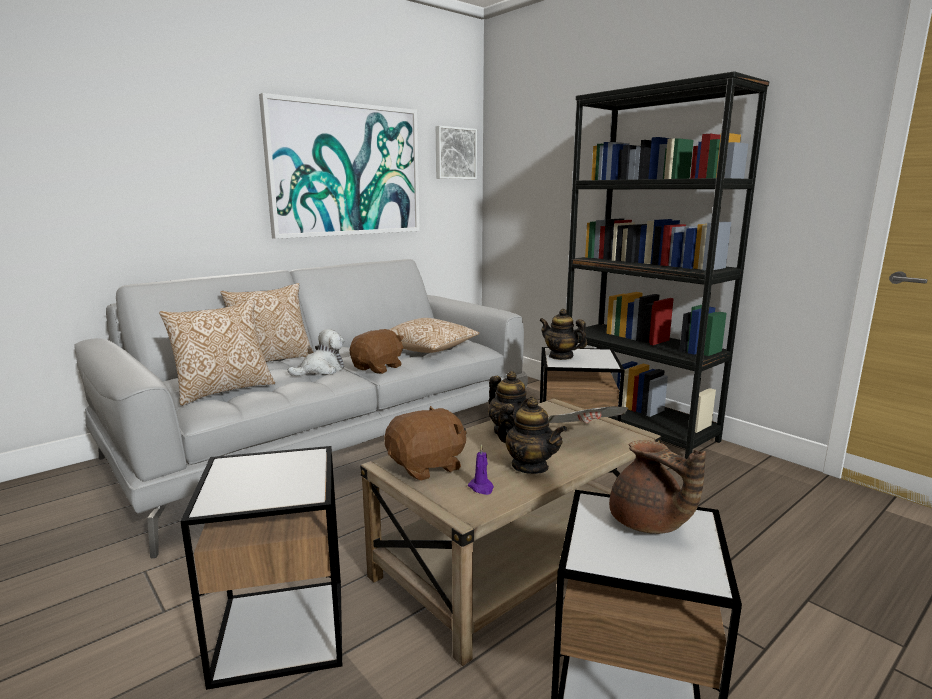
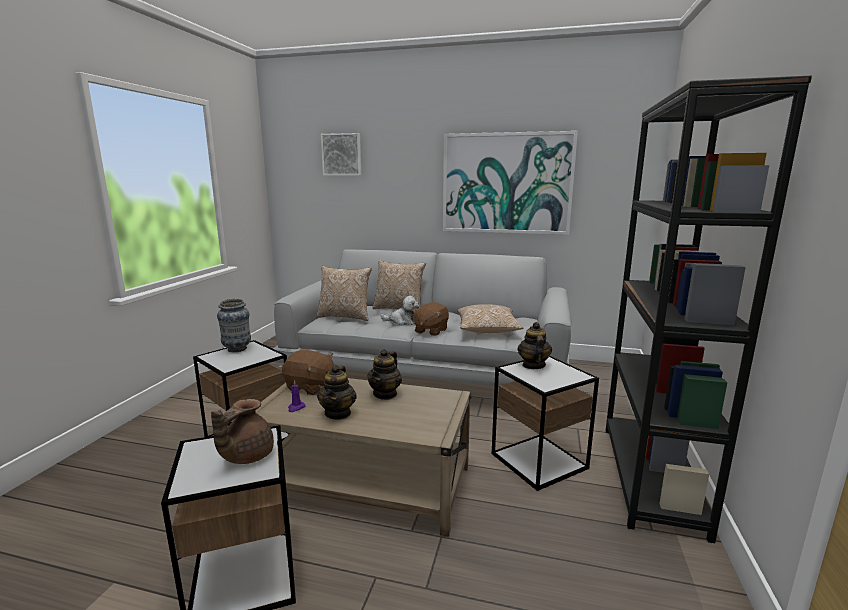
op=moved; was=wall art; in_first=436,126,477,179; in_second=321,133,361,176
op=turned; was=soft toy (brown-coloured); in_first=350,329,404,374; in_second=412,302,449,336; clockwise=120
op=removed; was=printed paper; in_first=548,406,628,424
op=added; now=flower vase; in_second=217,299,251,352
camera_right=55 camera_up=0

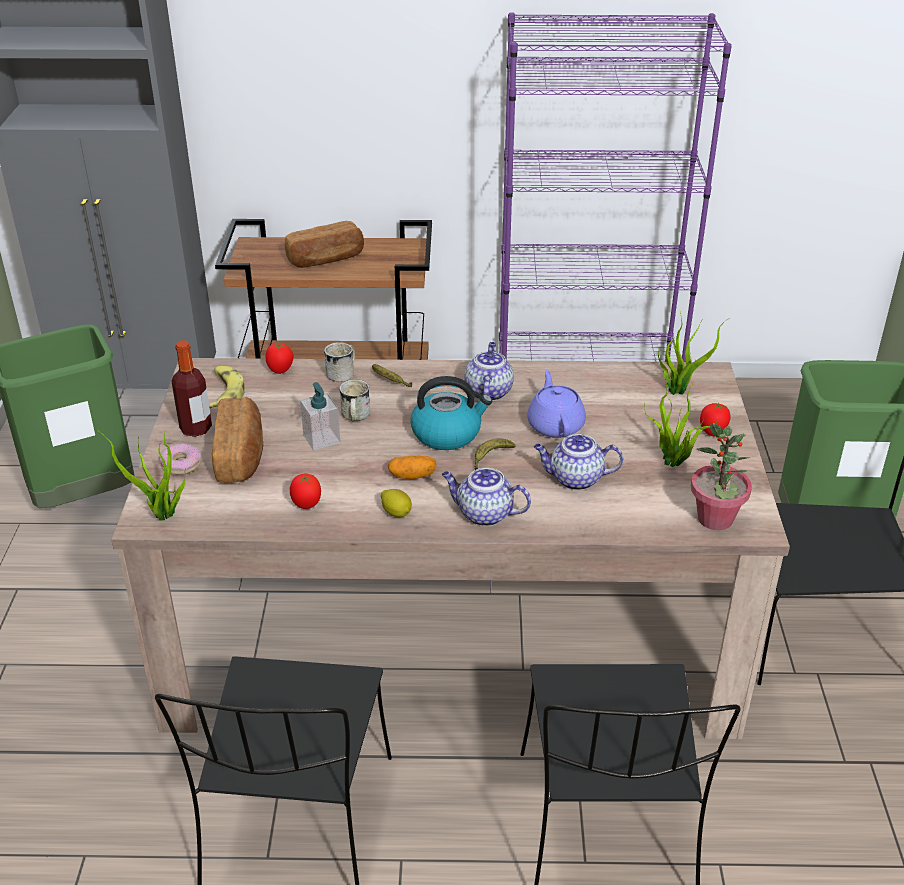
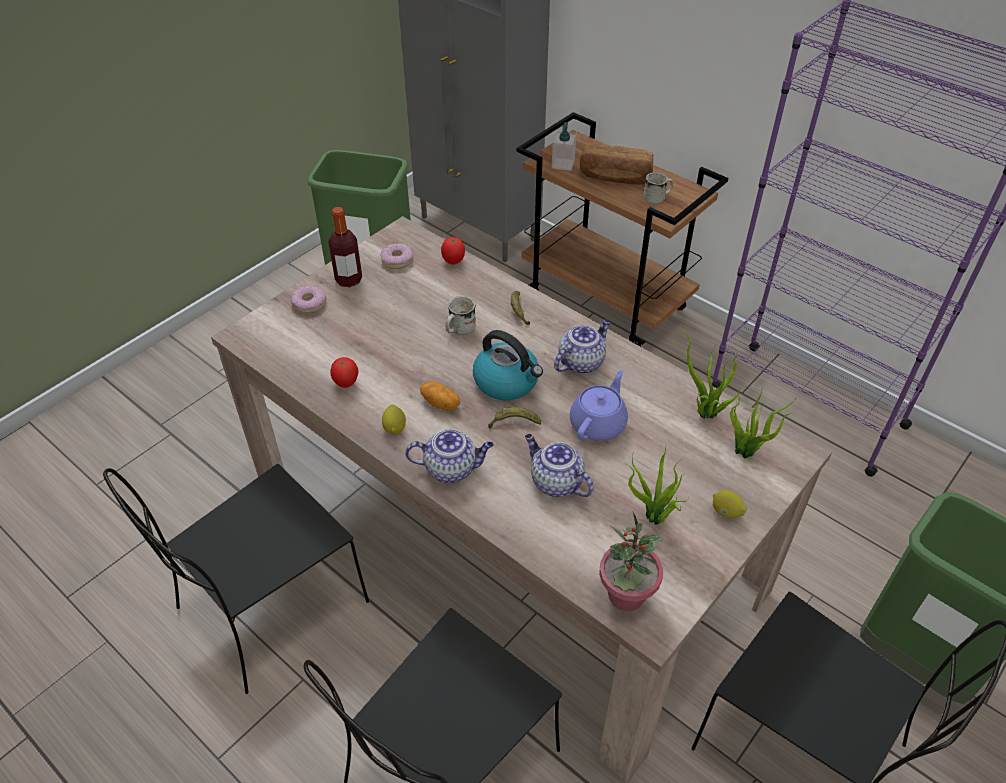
op=moved; was=mug (white-coloured); in_first=324,342,355,382; in_second=643,172,673,204
op=replaced; was=whole banana; now=doughnut; in_first=209,366,245,408; in_second=380,243,413,269
op=moved; was=soap bottle; in_first=300,382,340,450; in_second=552,122,576,171
op=removed; was=bakery bread; in_first=212,397,263,483
op=replaced; was=fresh tomato; now=citrus fruit; in_first=700,403,730,436; in_second=713,490,747,518
op=moved; was=potted plant; in_first=97,430,186,521; in_second=683,327,740,419
op=turned; was=pot for tea; in_first=442,468,531,526; in_second=405,429,494,483; clockwise=120
camera_right=40 camera_up=10

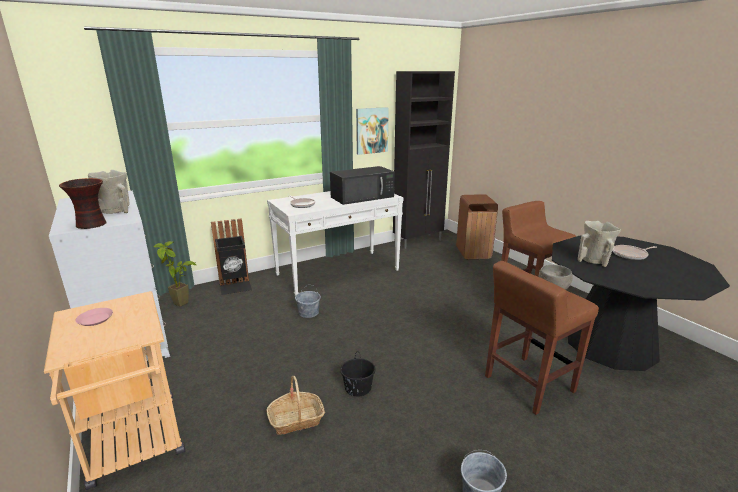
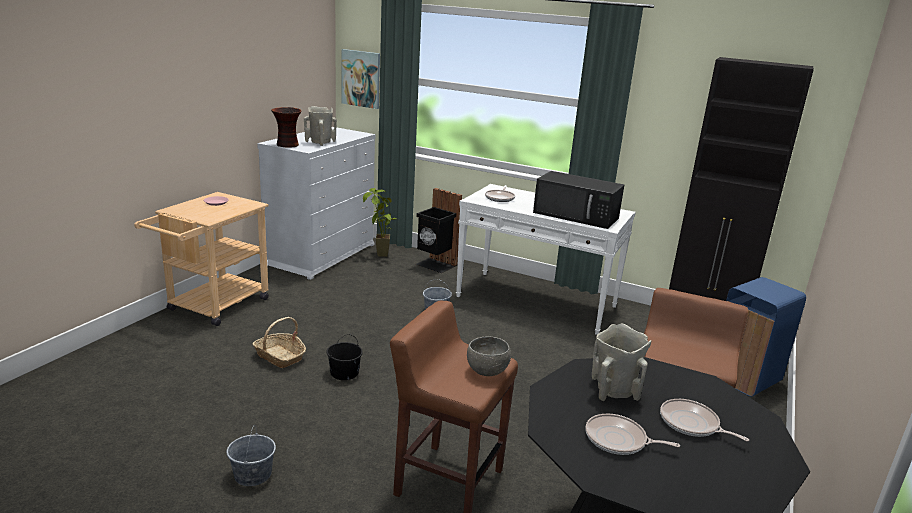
op=moved; was=wall art; in_first=356,107,389,155; in_second=341,49,380,109
op=recoloured; was=rubbish bin (brown-coloured); now=rubbish bin (blue-coloured); in_first=456,194,498,259; in_second=726,277,806,397
op=added; now=skillet; in_second=585,414,680,455
camera_right=55 camera_up=0

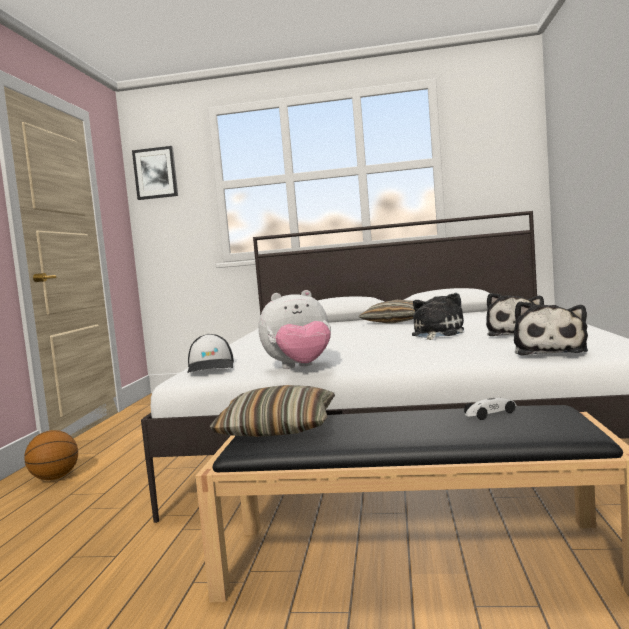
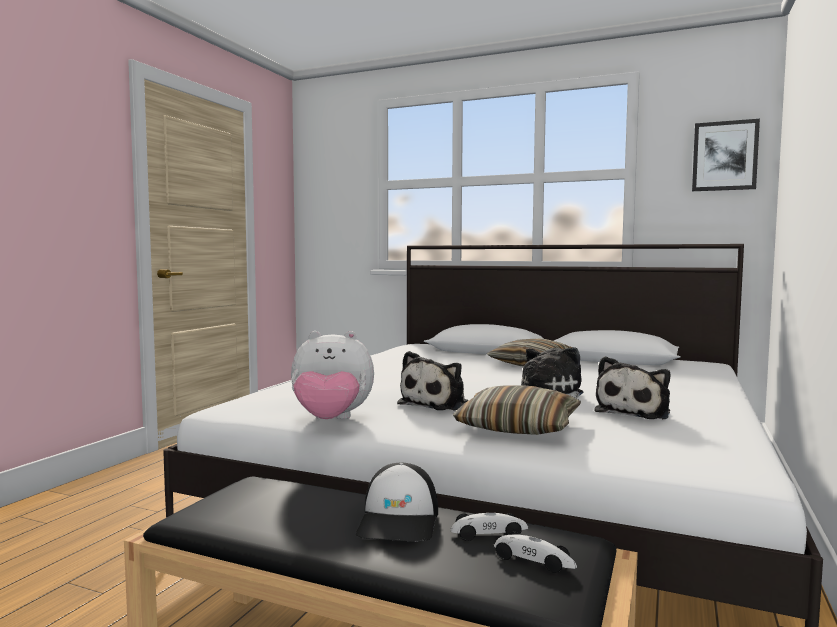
op=moved; was=wall art; in_first=132,146,178,200; in_second=692,119,760,191
op=moved; was=soft toy; in_first=514,301,588,355; in_second=397,351,469,411
op=moved; was=baseball cap; in_first=187,334,234,373; in_second=356,463,438,542
op=moved; was=cushion; in_first=210,385,335,437; in_second=453,385,581,435
op=removed; was=ball for basketball; in_first=24,430,78,480
op=added; now=toy car; in_second=494,531,577,573
camera_right=15 camera_up=0

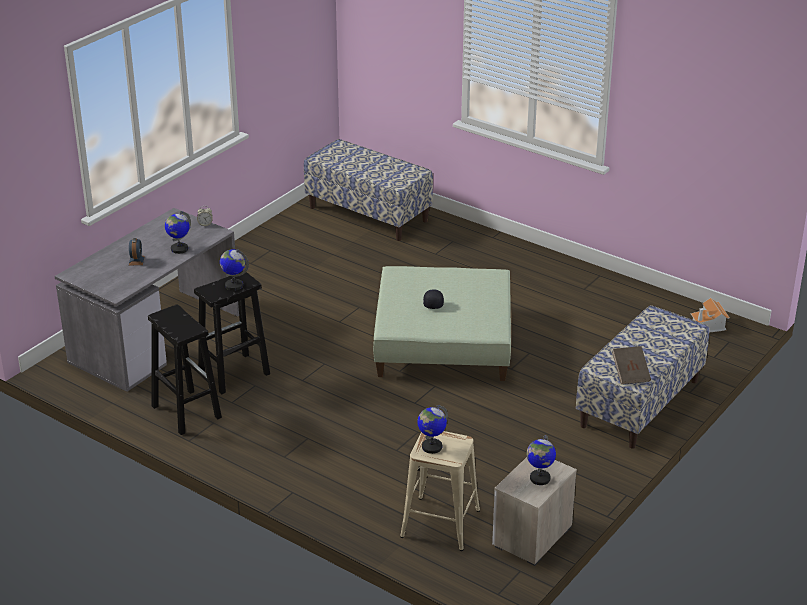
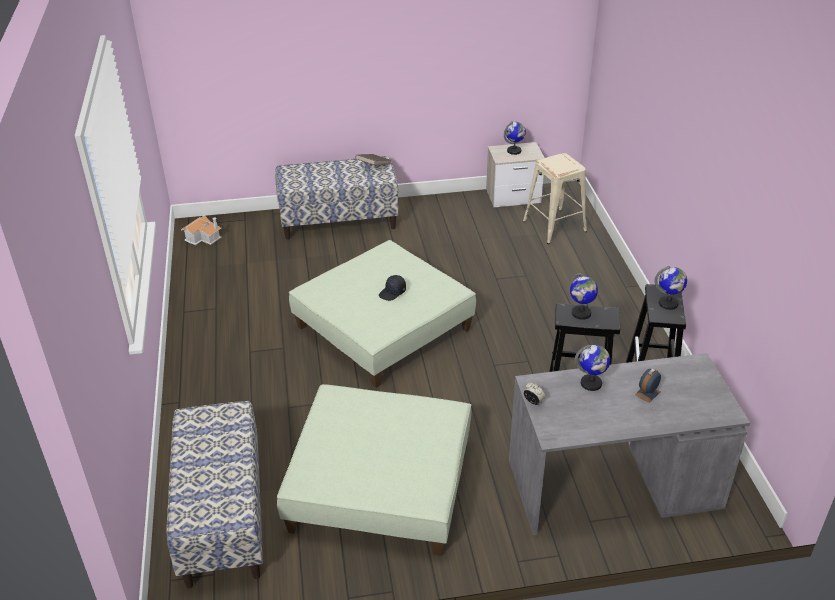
op=moved; was=desk globe; in_first=417,405,448,454; in_second=655,266,687,310
op=added; now=footrest (green-coloured); in_second=277,384,472,556
camera_right=-135 camera_up=5

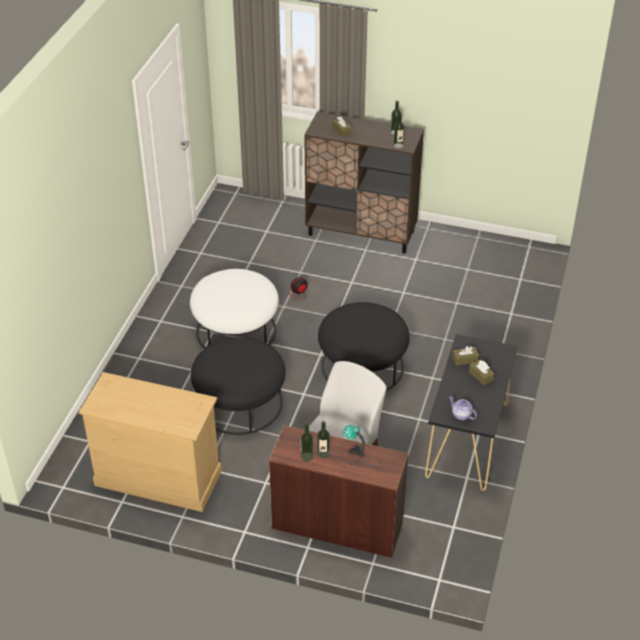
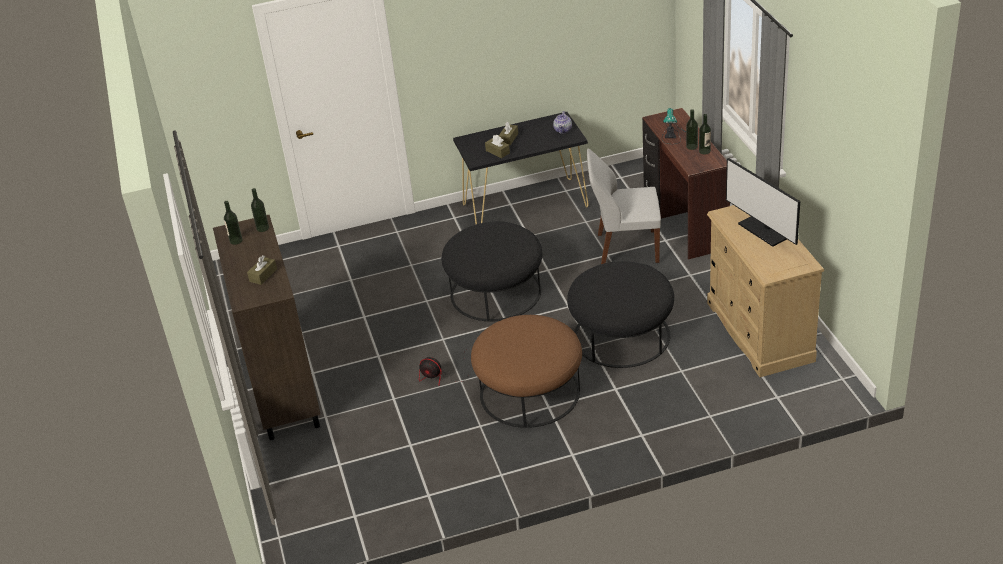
op=recoloured; was=footrest (white-coloured); now=footrest (brown-coloured); in_first=190,269,279,349; in_second=471,315,582,428
op=added; now=monitor; in_second=726,158,800,247
camera_right=-120 camera_up=-5

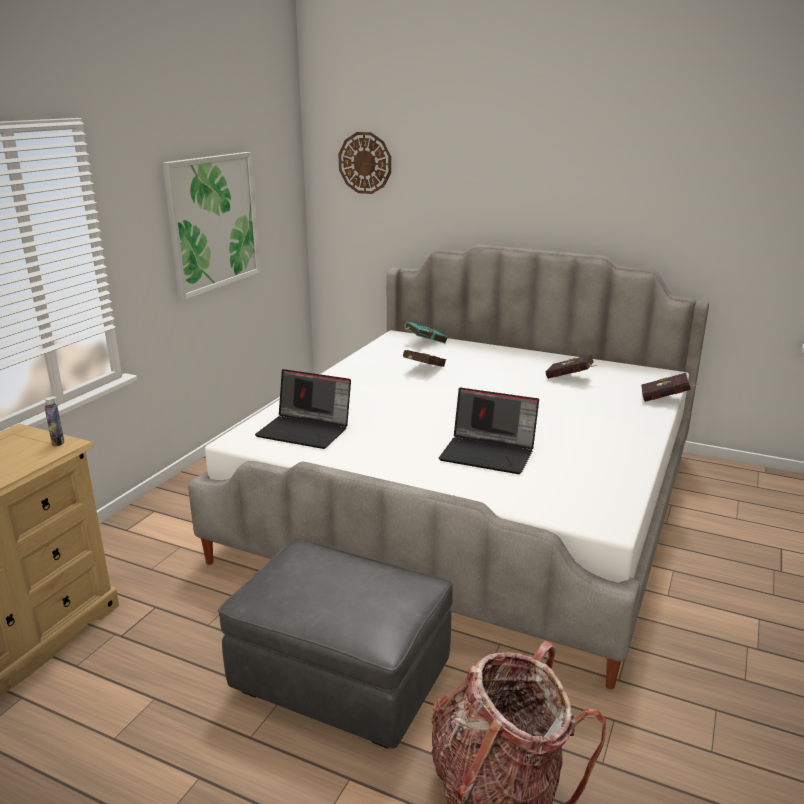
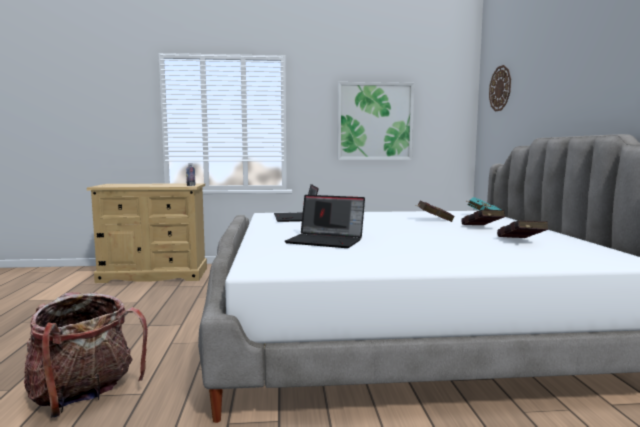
op=moved; was=volume (reddish); in_first=641,373,699,402; in_second=461,210,505,225
op=turned; was=laptop; in_first=439,388,539,474; in_second=285,195,365,248; clockwise=-60
op=removed; was=footrest (grey); in_first=218,538,453,749
camera_right=60 camera_up=-15

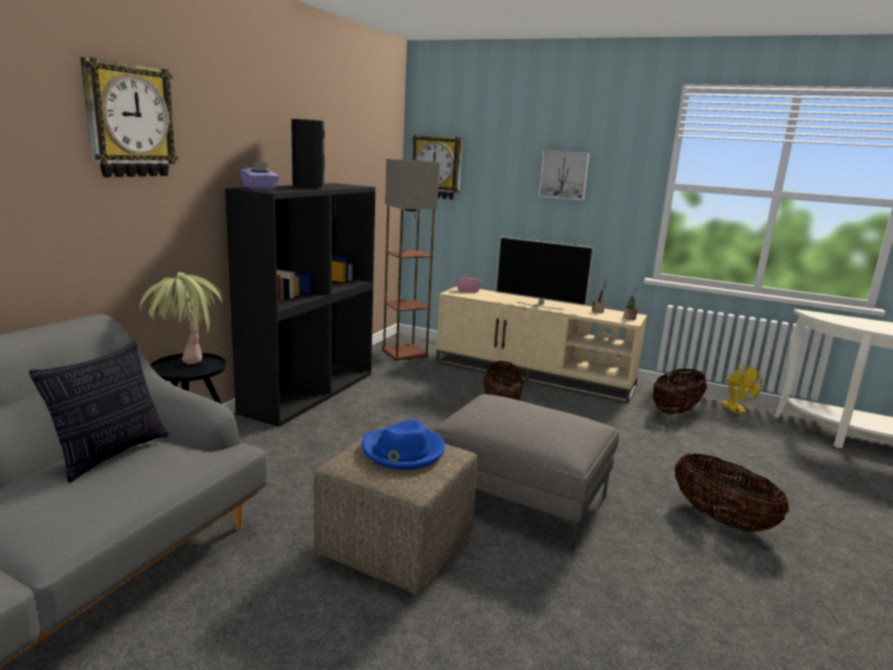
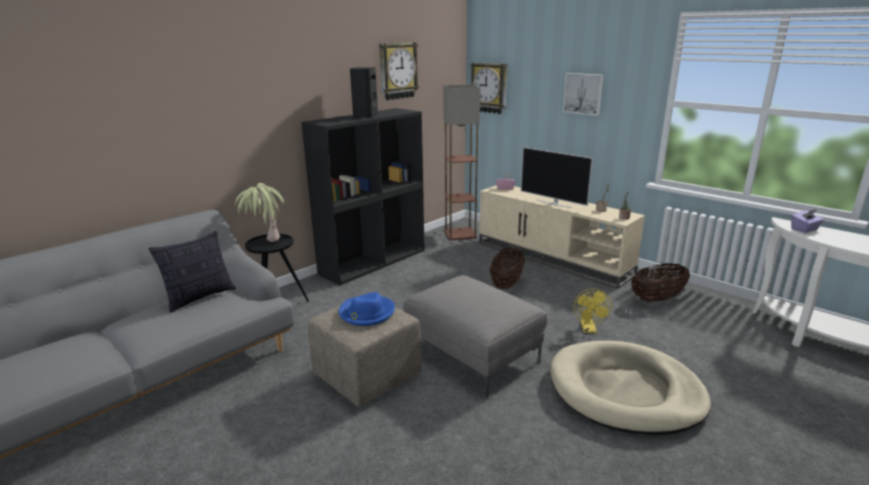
op=moved; was=hanging clock; in_first=80,57,178,177; in_second=379,42,419,100
op=moved; was=tissue box (purple-coloured); in_first=240,162,279,189; in_second=791,209,824,233
op=moved; was=electric fan (yellow-coloured); in_first=721,365,762,414; in_second=574,289,612,333
op=replaced; was=storage basket; now=pet bed (beige-coloured); in_first=674,453,789,532; in_second=550,341,711,435
camera_right=20 camera_up=5

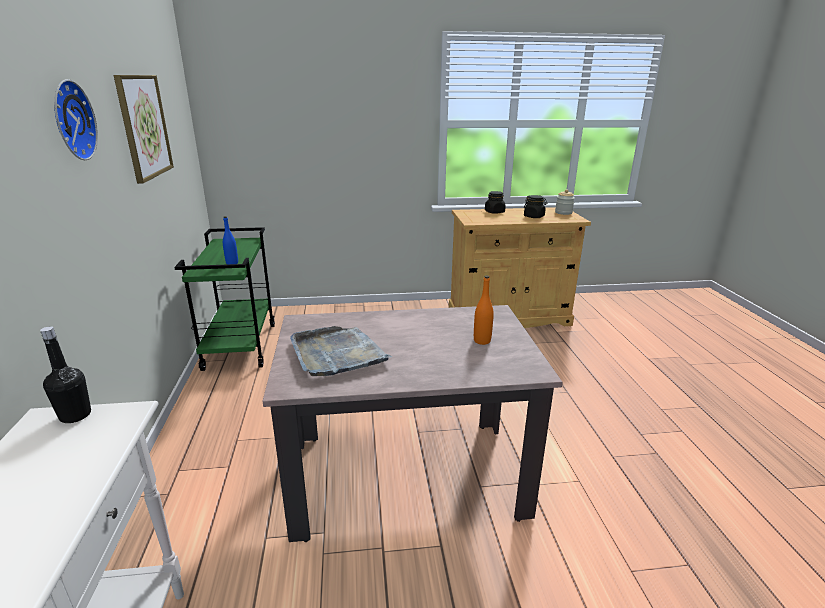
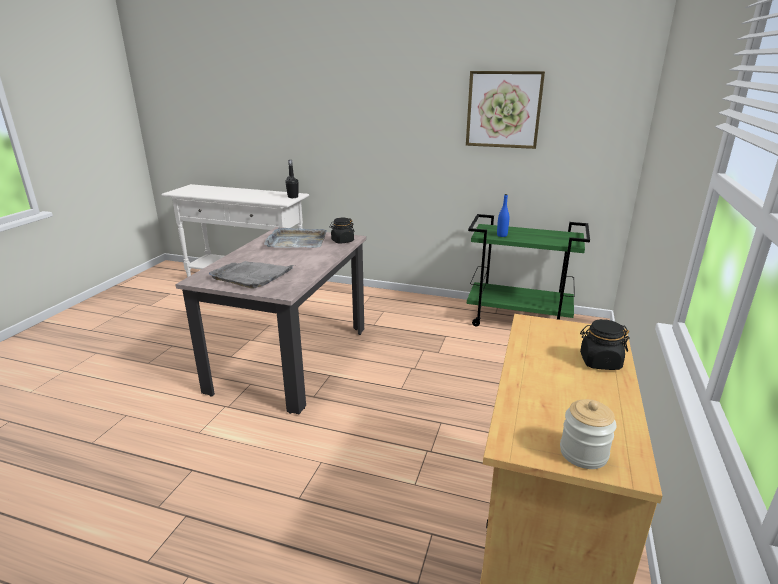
op=removed; was=hanging clock; in_first=54,79,98,160
op=moved; was=storage jar (black); in_first=524,195,548,218; in_second=330,218,354,244
op=replaced; was=beverage bottle (orange); now=tray (grey); in_first=474,275,494,345; in_second=209,261,294,289
camera_right=115 camera_up=0

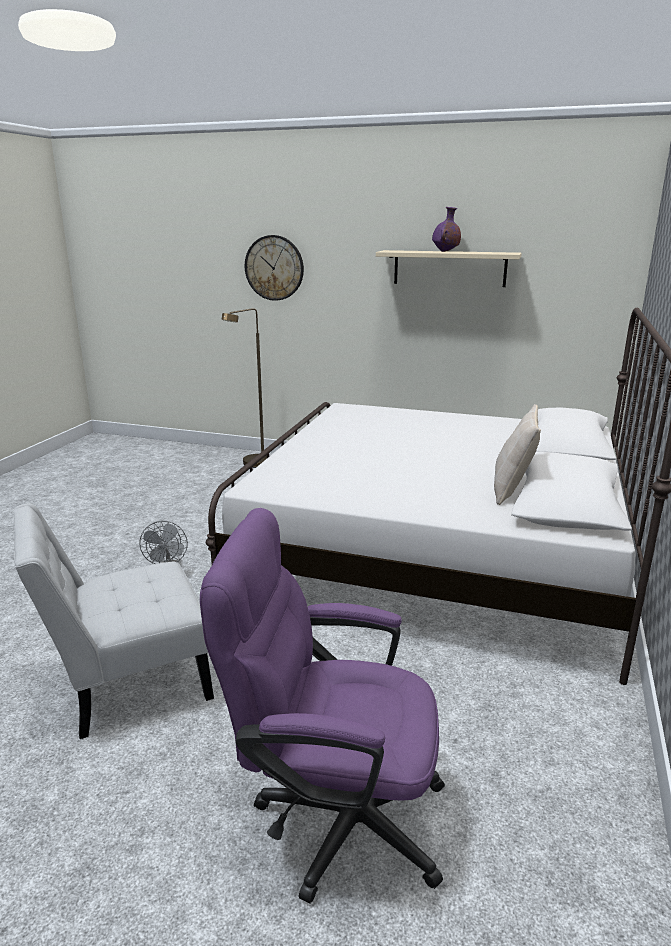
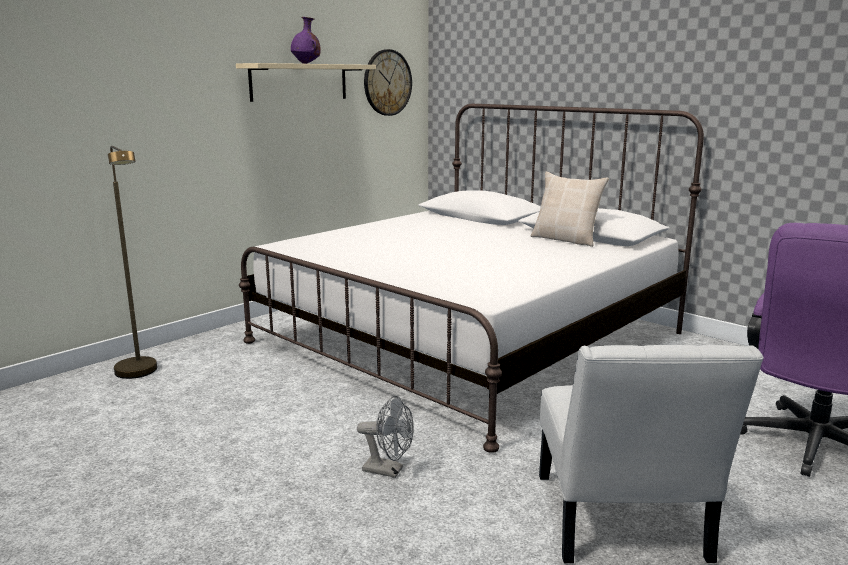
op=moved; was=hanging clock; in_first=245,235,304,301; in_second=364,49,412,116
camera_right=-65 camera_up=-5

